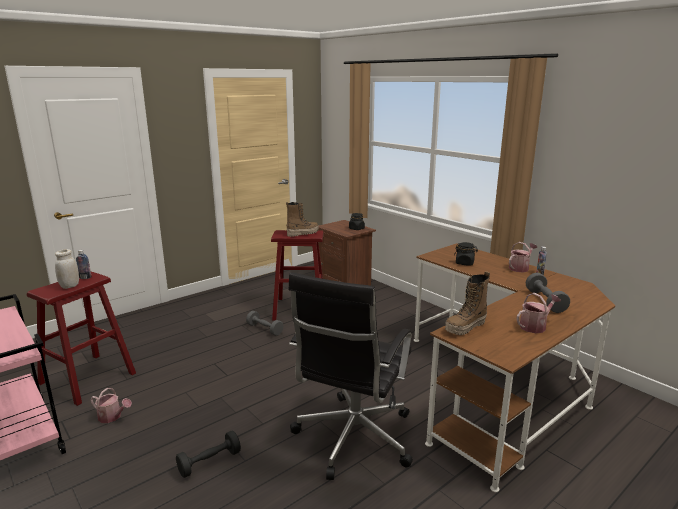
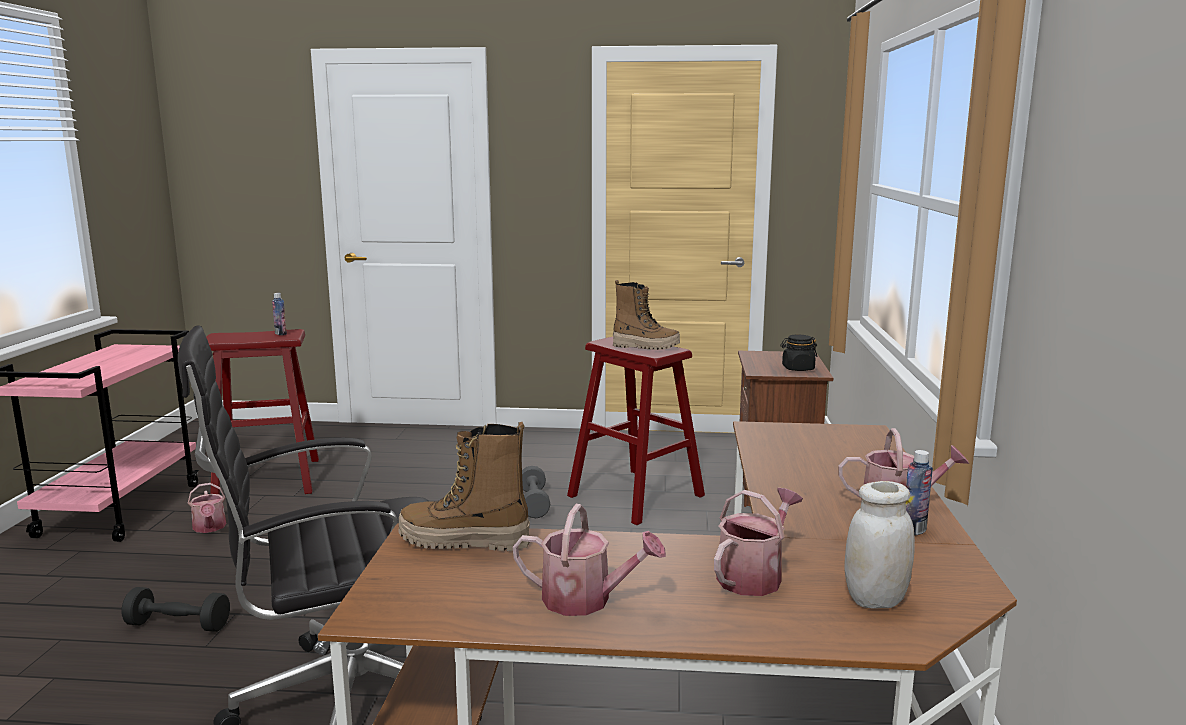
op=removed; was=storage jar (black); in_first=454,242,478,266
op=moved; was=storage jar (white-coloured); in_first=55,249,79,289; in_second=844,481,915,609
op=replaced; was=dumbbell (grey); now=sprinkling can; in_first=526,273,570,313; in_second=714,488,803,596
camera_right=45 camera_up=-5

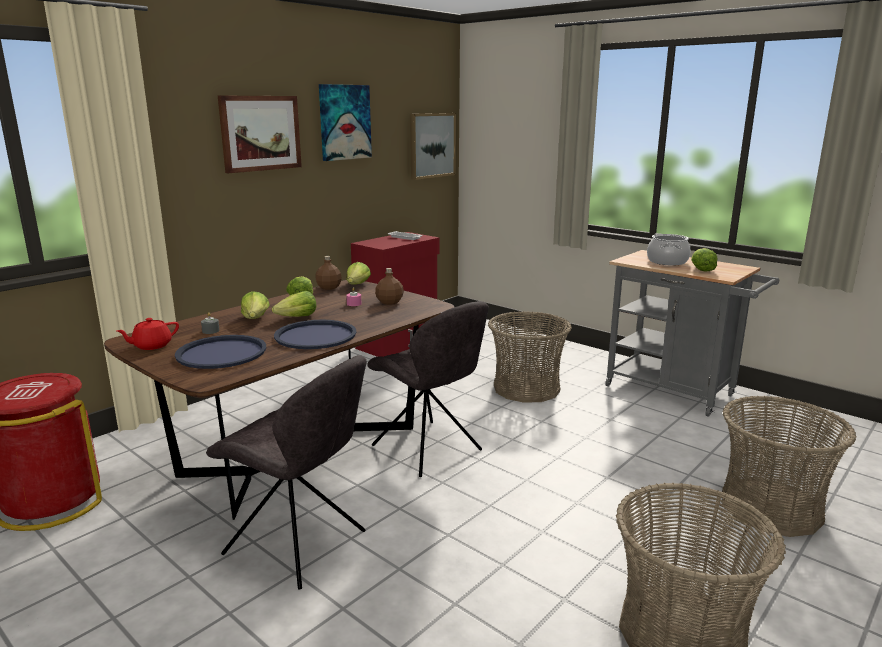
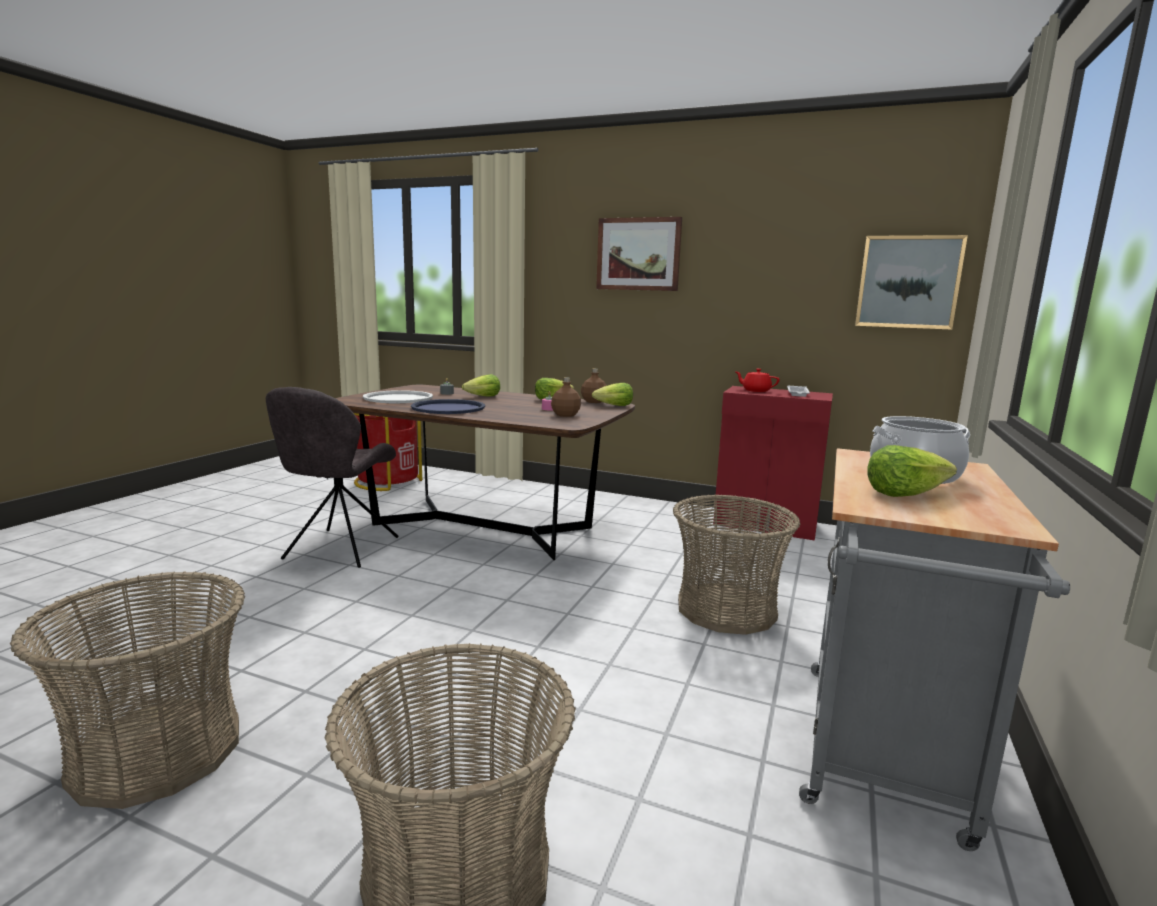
op=removed; was=wall art; in_first=319,84,372,161
op=removed; was=head of lettuce; in_first=272,291,316,317
op=removed; was=chair (grey); in_first=367,301,489,477
op=moved; was=pot for tea (reddish); in_first=116,318,179,350; in_second=734,369,779,392
op=recoloured; was=tray (blue-coloured); now=tray (white-coloured); in_first=175,335,266,369; in_second=363,390,433,403
camera_right=70 camera_up=-5

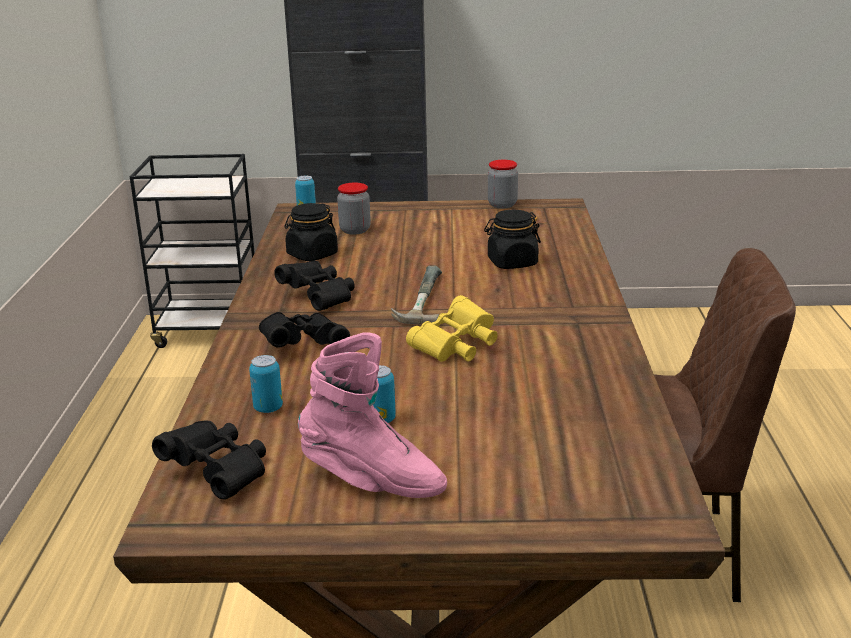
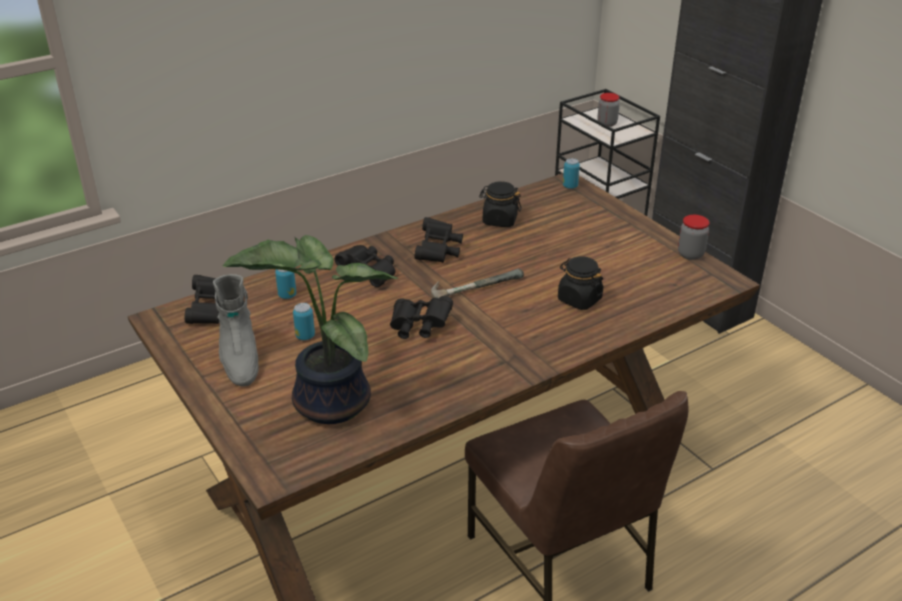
op=moved; was=storage jar; in_first=337,183,371,235; in_second=597,93,620,127
op=recoloured; was=field glasses (yellow-coloured); now=field glasses (black); in_first=406,295,498,362; in_second=390,296,453,339
op=recoloured; was=boot (pinkish); now=boot (grey); in_first=298,332,447,498; in_second=213,274,259,387
op=added; now=potted plant; in_second=222,235,398,424
camera_right=55 camera_up=10

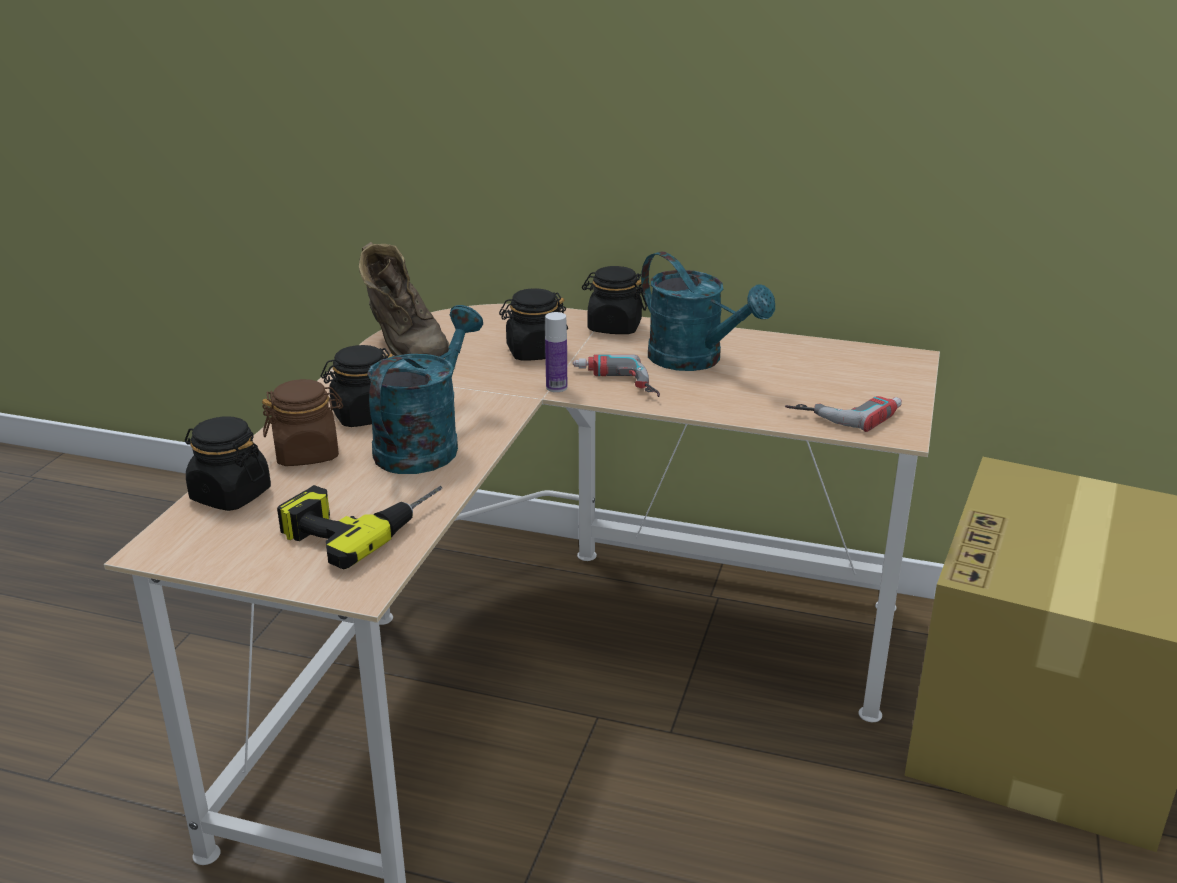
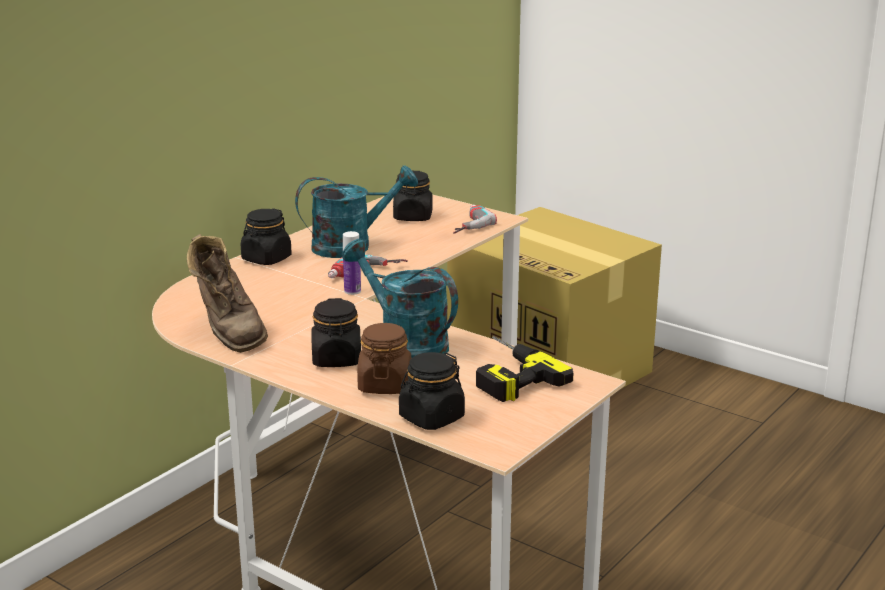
op=turned; was=boot (brown-coloured); in_first=359,242,450,359; in_second=187,234,268,353; clockwise=75
op=moved; was=storage jar (black); in_first=499,288,568,361; in_second=393,171,433,221
camera_right=-70 camera_up=-5

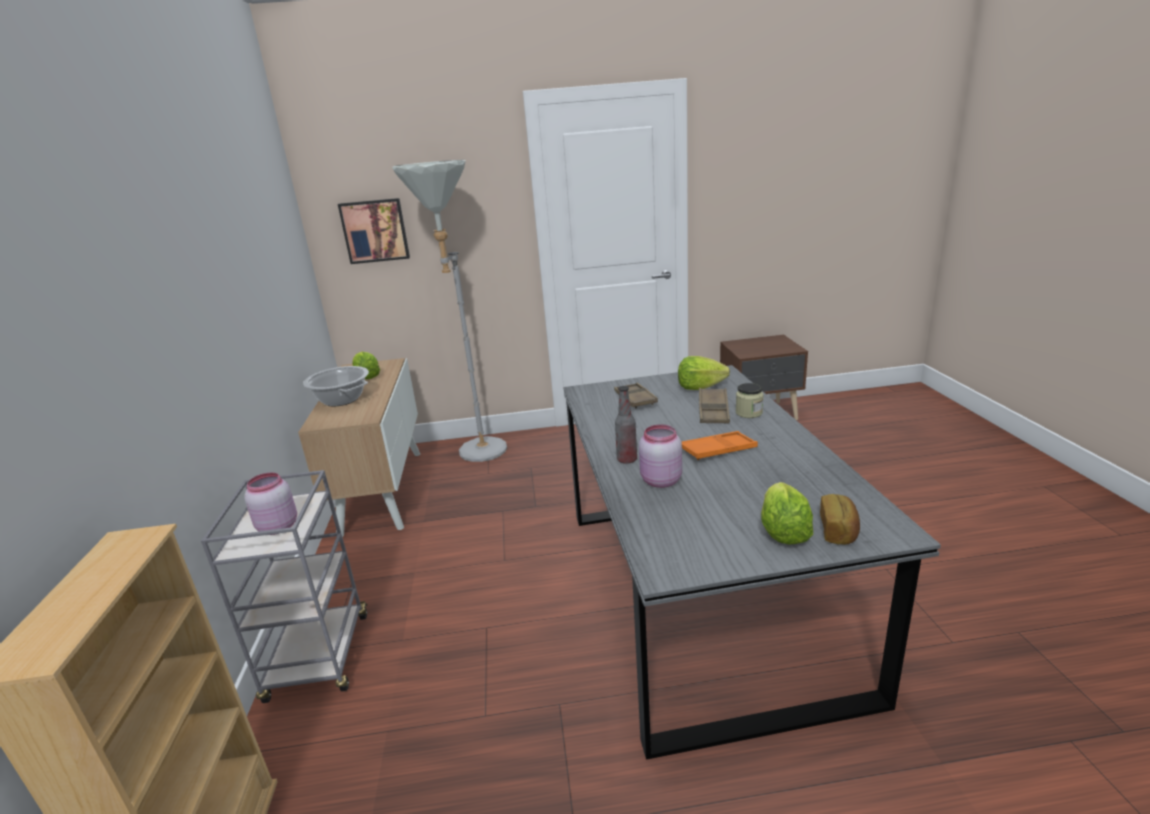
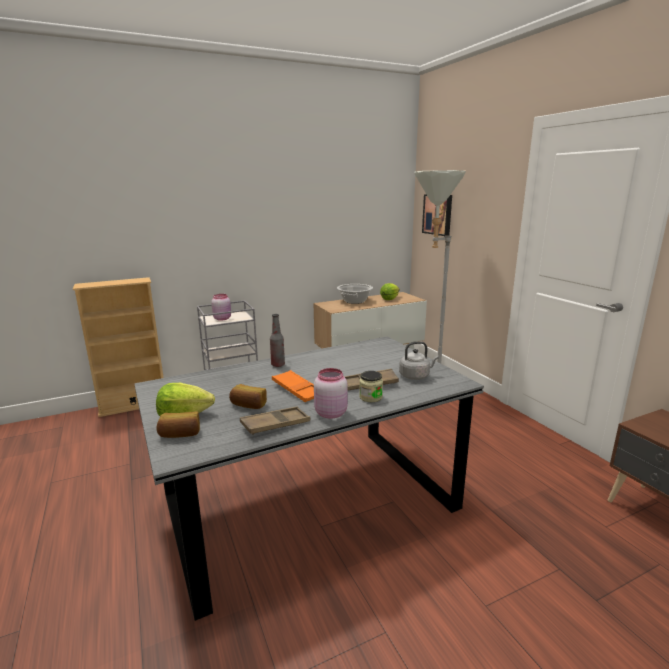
op=replaced; was=head of lettuce; now=kettle (grey); in_first=678,356,730,390; in_second=399,341,439,380
op=moved; was=tray (brown-coloured); in_first=614,383,658,408; in_second=240,407,310,435
op=moved; was=storage jar (pinkish); in_first=639,424,682,488; in_second=314,368,348,419
op=added; now=bakery bread; in_second=229,384,267,409
camera_right=70 camera_up=-5

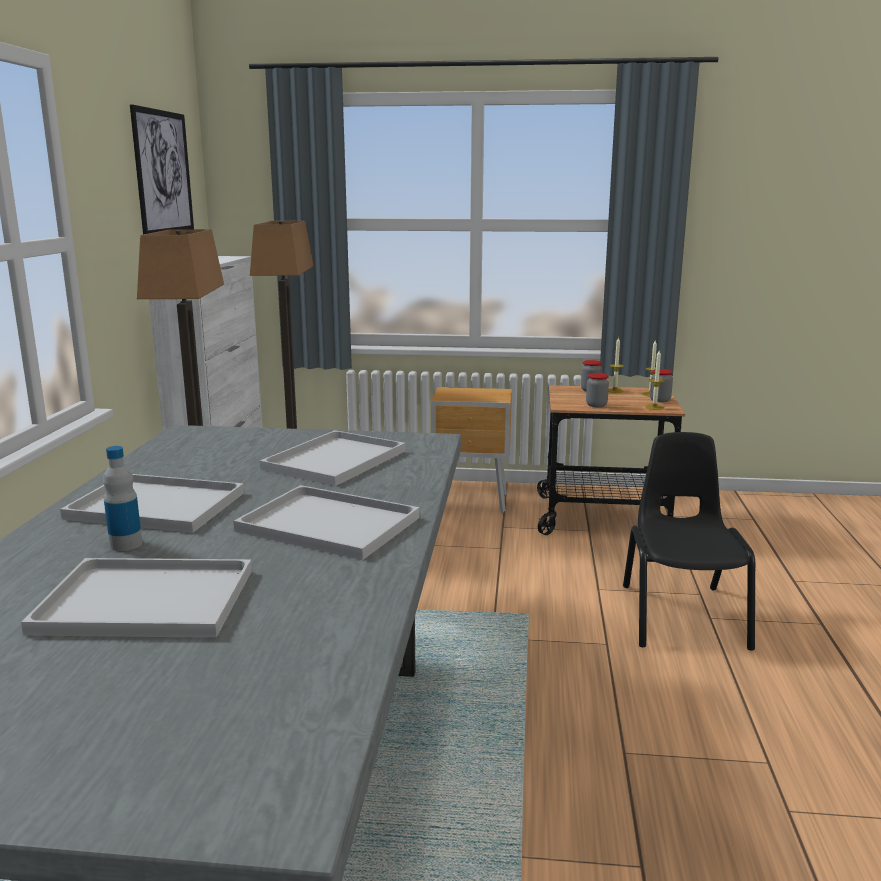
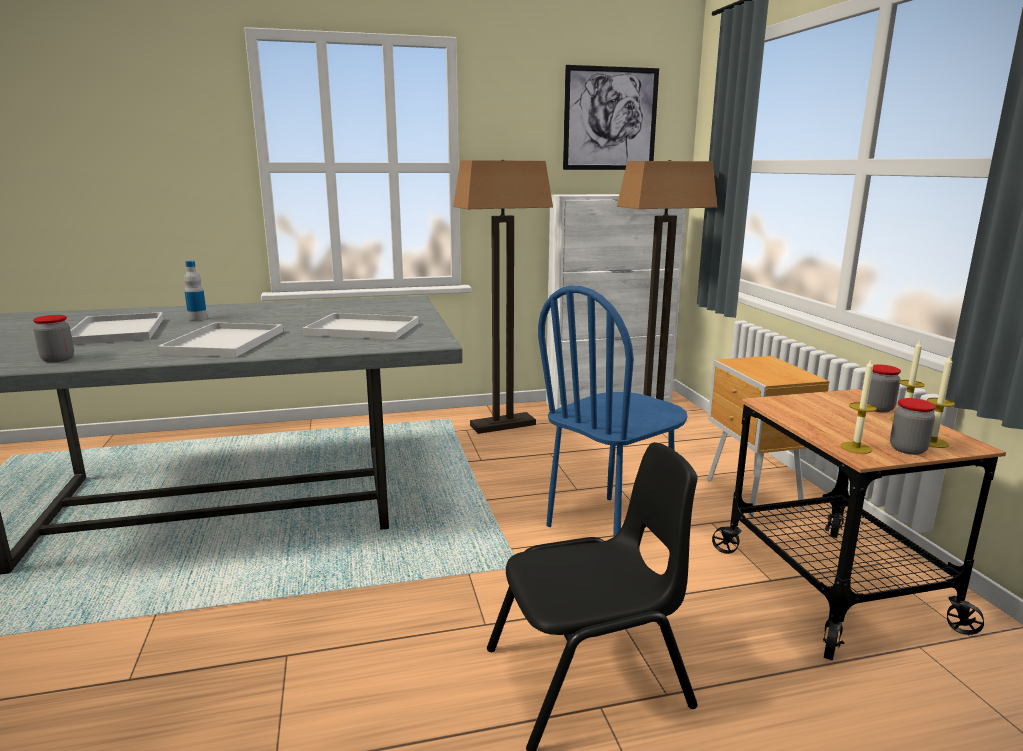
op=moved; was=storage jar; in_first=586,373,609,407; in_second=33,315,74,363
op=removed; was=tray (white-coloured); in_first=60,474,244,533
op=added; now=chair (blue-coloured); in_second=538,286,687,537
camera_right=70 camera_up=0

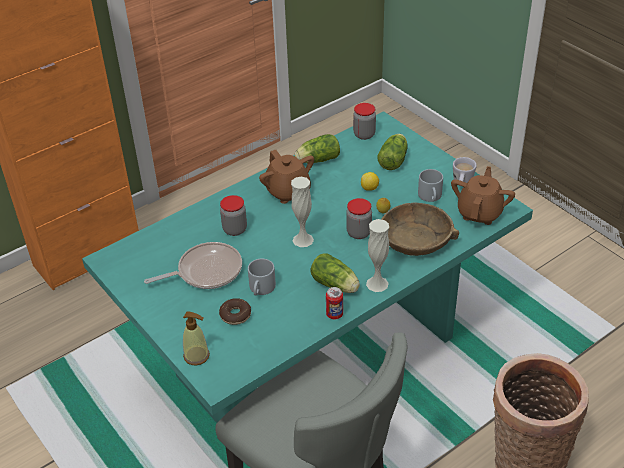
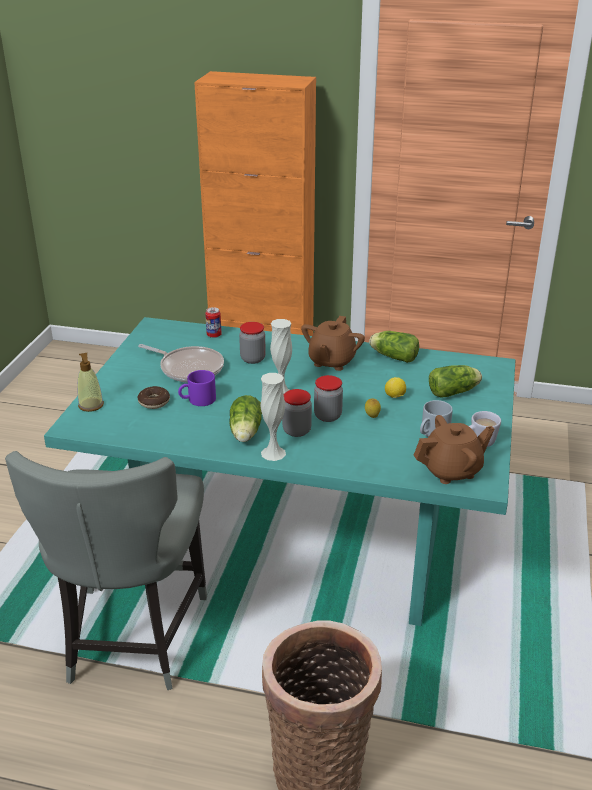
op=moved; was=storage jar; in_first=353,103,376,140; in_second=282,389,312,437
op=removed; was=bowl (brown-coloured); in_first=381,203,459,256
op=recoloured; was=mug (grey); now=mug (purple-coloured); in_first=248,259,276,295; in_second=178,370,216,406
op=moved; was=metal can; in_first=326,287,343,319; in_second=205,307,222,338
camera_right=50 camera_up=-10

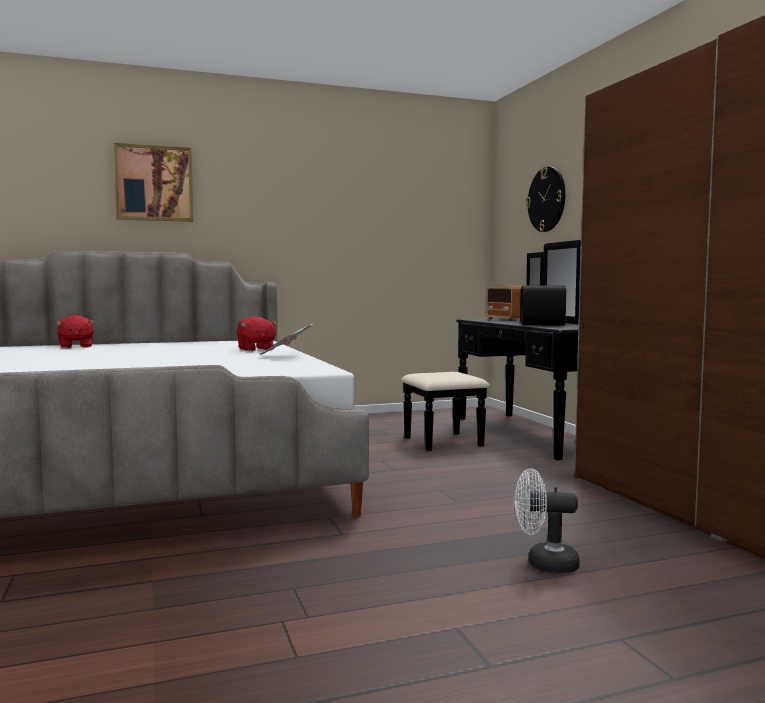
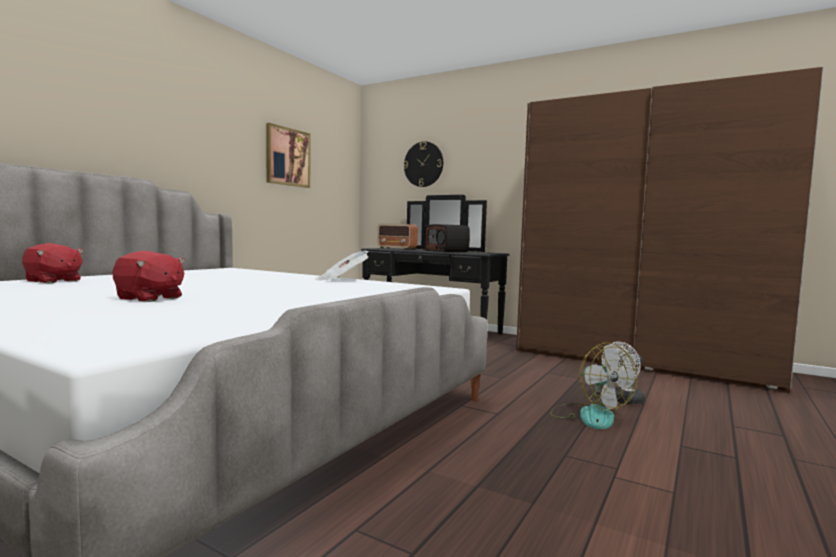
op=moved; was=wall art; in_first=114,143,193,222; in_second=266,123,311,188
op=moved; was=soft toy (reddish); in_first=236,316,278,351; in_second=112,251,185,302
op=added; now=electric fan; in_second=550,343,638,429
camera_right=-40 camera_up=0

